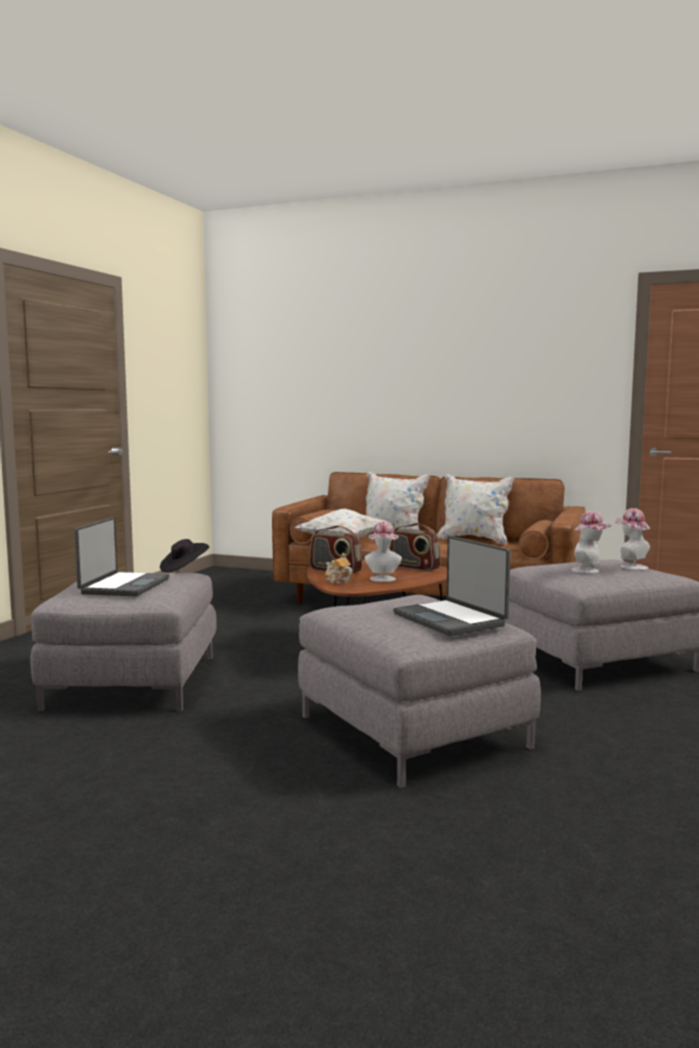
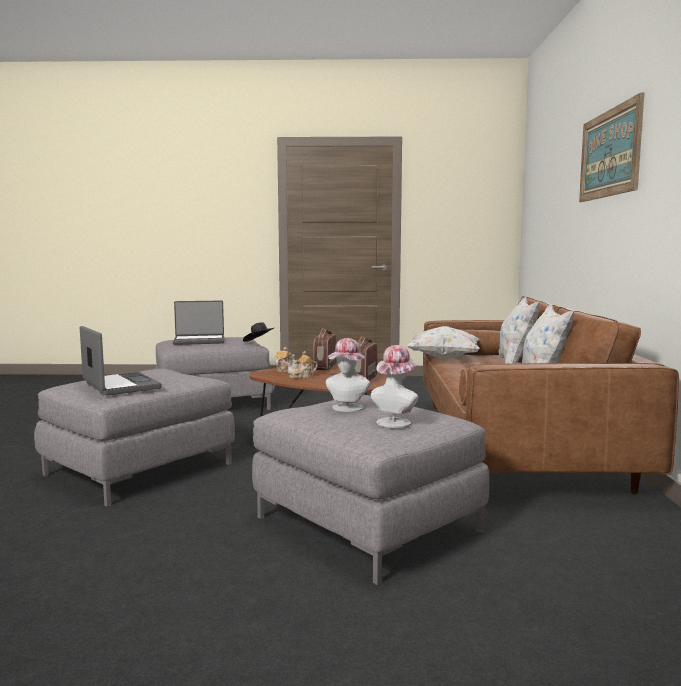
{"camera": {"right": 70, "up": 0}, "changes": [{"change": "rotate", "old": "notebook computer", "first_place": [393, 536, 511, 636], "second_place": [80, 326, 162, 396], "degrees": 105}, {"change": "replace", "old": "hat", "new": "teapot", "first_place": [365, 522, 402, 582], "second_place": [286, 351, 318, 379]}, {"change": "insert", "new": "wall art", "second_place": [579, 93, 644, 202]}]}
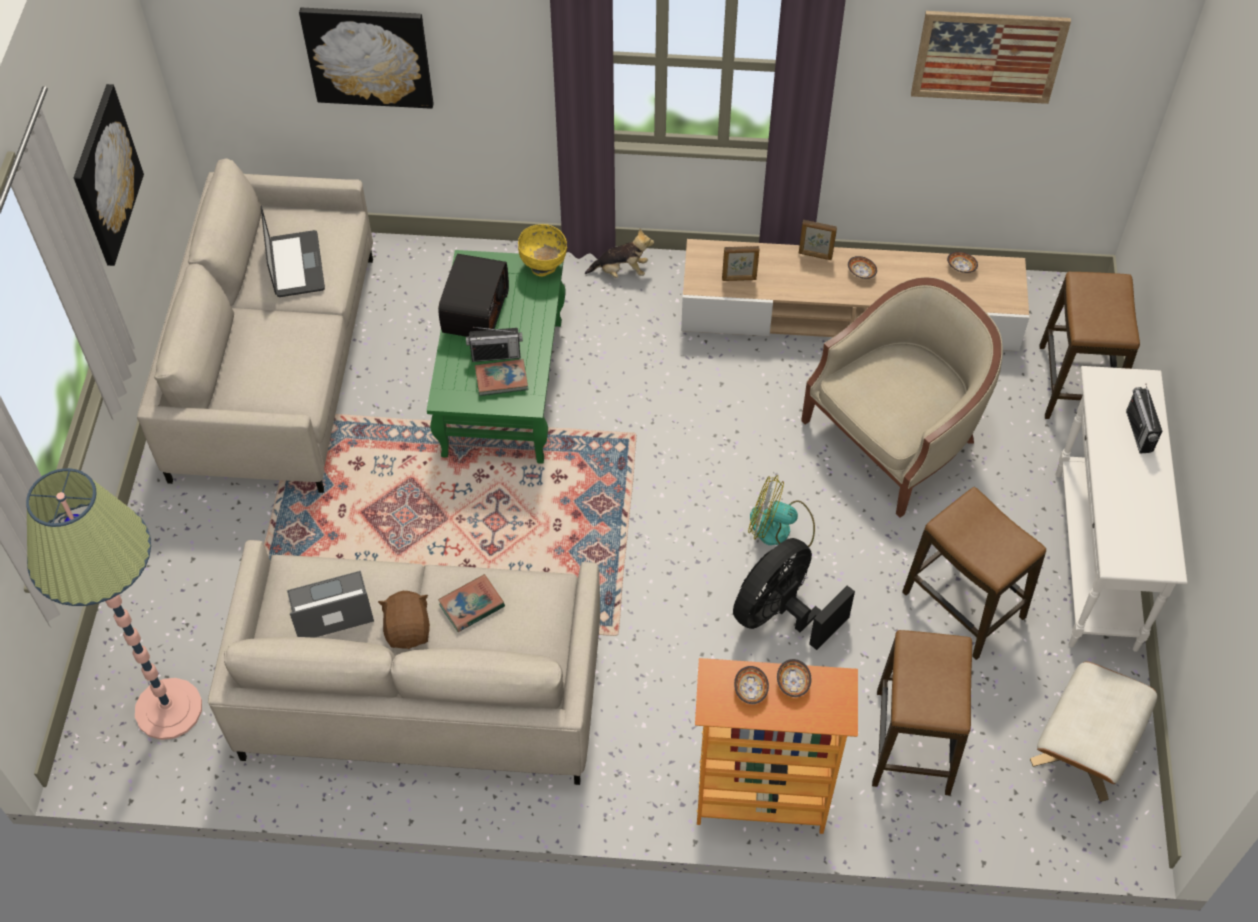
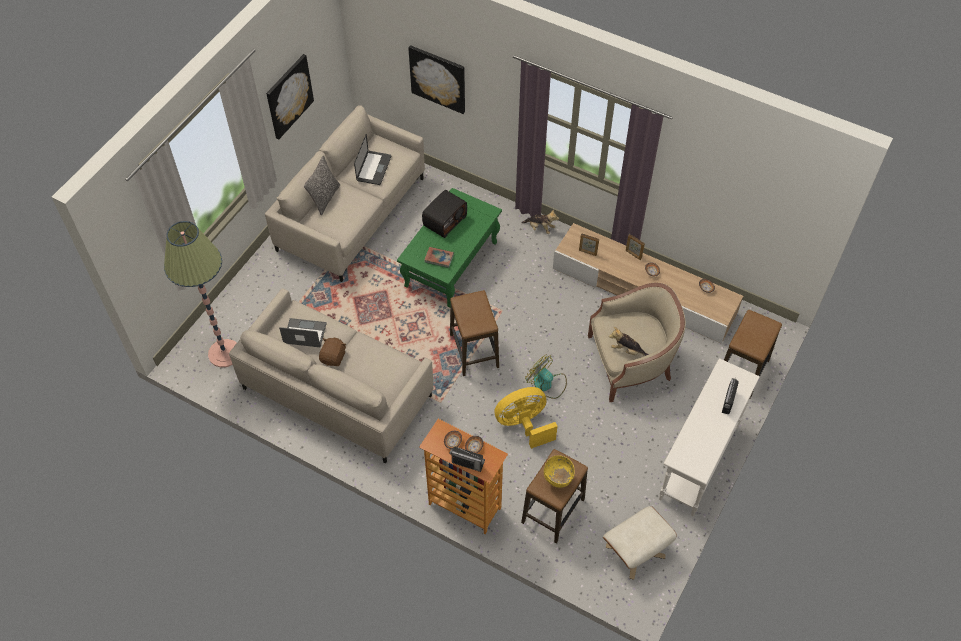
{"camera": {"right": 25, "up": 0}, "changes": [{"change": "insert", "new": "cushion", "second_place": [304, 156, 340, 215]}, {"change": "move", "old": "radio set", "first_place": [466, 327, 523, 362], "second_place": [449, 446, 485, 472]}, {"change": "move", "old": "stool", "first_place": [902, 487, 1046, 660], "second_place": [450, 290, 499, 376]}, {"change": "recolor", "old": "cooling fan (blackish)", "new": "cooling fan (yellow)", "first_place": [733, 538, 855, 650], "second_place": [494, 387, 557, 449]}, {"change": "move", "old": "serving bowl (yellow)", "first_place": [518, 224, 567, 277], "second_place": [544, 455, 575, 488]}, {"change": "insert", "new": "plush toy", "second_place": [609, 327, 649, 356]}, {"change": "delete", "old": "bound book", "first_place": [438, 574, 505, 632]}, {"change": "delete", "old": "wall art", "first_place": [911, 11, 1071, 104]}]}
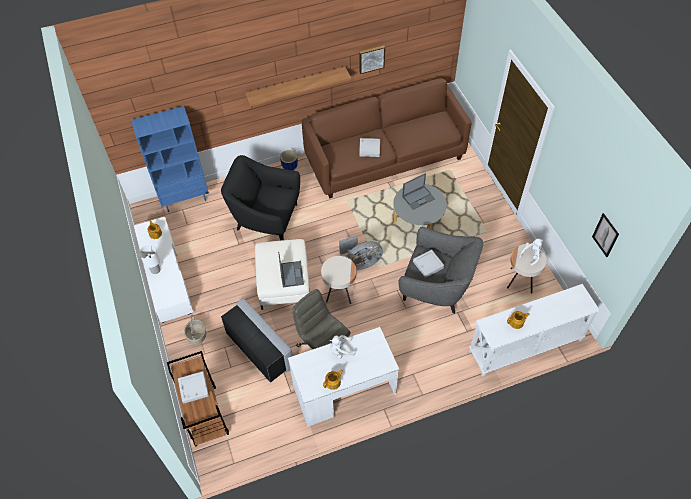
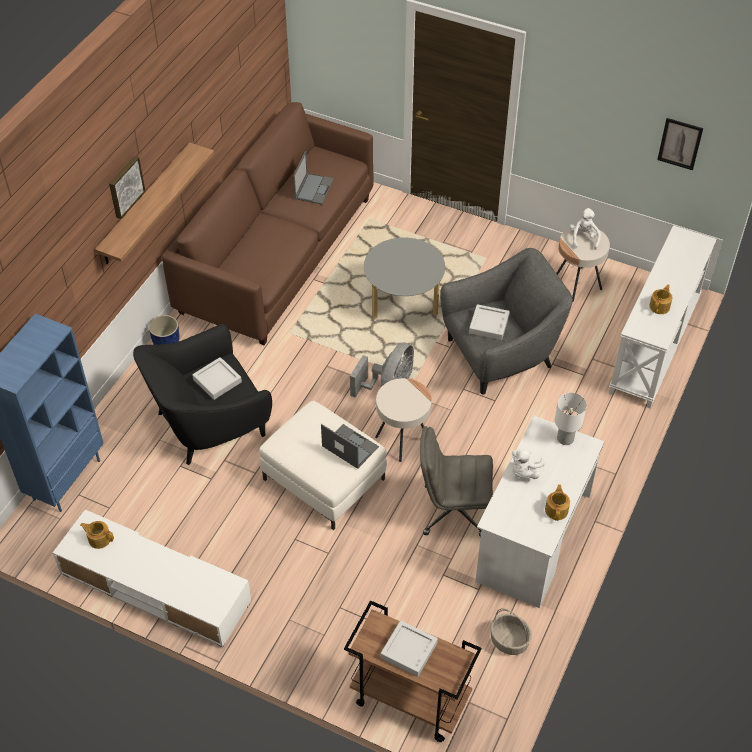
{"camera": {"right": -45, "up": -5}, "changes": [{"change": "move", "old": "wall art", "first_place": [359, 45, 385, 74], "second_place": [109, 156, 145, 219]}, {"change": "move", "old": "carrying tray (grey)", "first_place": [359, 138, 380, 157], "second_place": [192, 357, 242, 400]}, {"change": "move", "old": "notebook computer", "first_place": [402, 173, 435, 210], "second_place": [293, 151, 334, 204]}, {"change": "move", "old": "storage basket", "first_place": [184, 315, 206, 345], "second_place": [490, 608, 532, 655]}, {"change": "move", "old": "lamp for a table (whitish)", "first_place": [139, 245, 161, 274], "second_place": [555, 393, 587, 445]}, {"change": "delete", "old": "pouffe (grey)", "first_place": [221, 298, 293, 383]}]}
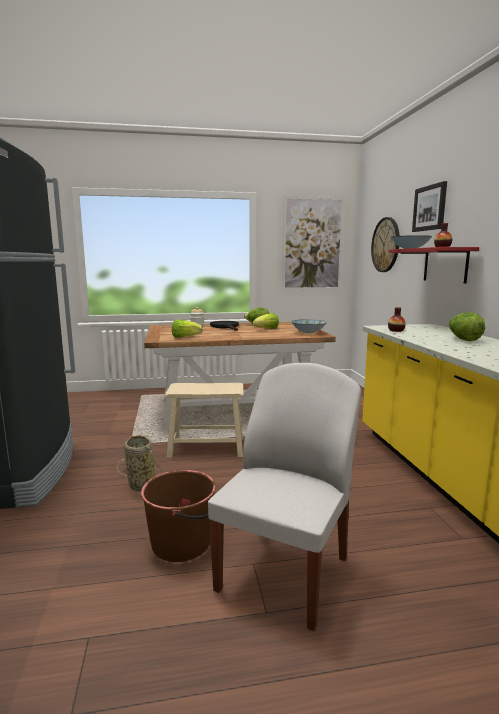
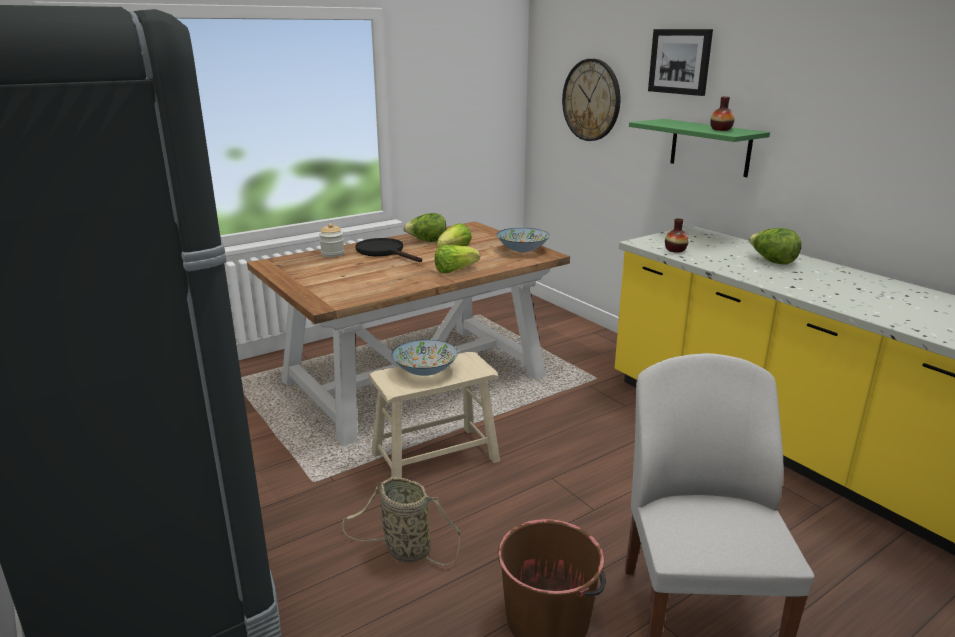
{"camera": {"right": -25, "up": 10}, "changes": [{"change": "move", "old": "serving bowl", "first_place": [391, 235, 432, 249], "second_place": [392, 339, 458, 376]}, {"change": "move", "old": "lettuce head", "first_place": [172, 319, 203, 338], "second_place": [435, 245, 480, 273]}, {"change": "recolor", "old": "bracket shelf (red-coloured)", "new": "bracket shelf (green)", "first_place": [388, 247, 479, 284], "second_place": [629, 119, 770, 177]}, {"change": "delete", "old": "wall art", "first_place": [282, 196, 345, 290]}]}
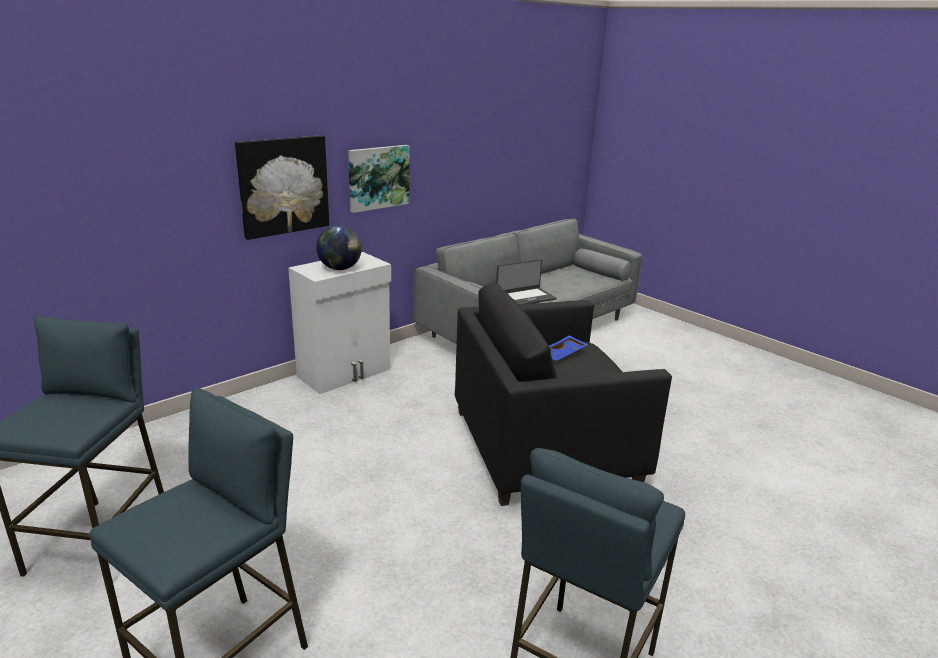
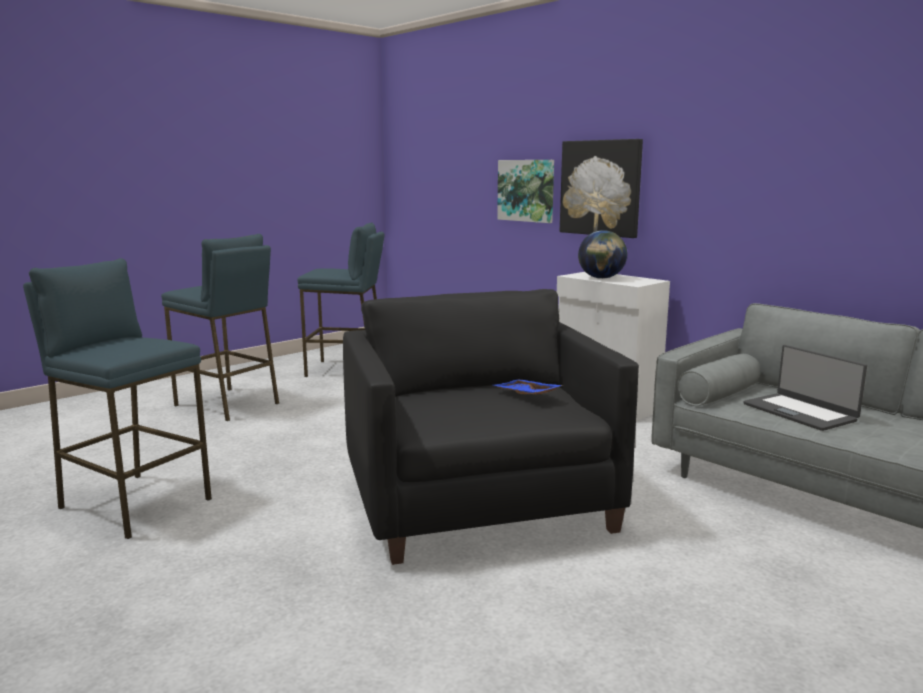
{"camera": {"right": 90, "up": -10}, "changes": [{"change": "move", "old": "wall art", "first_place": [348, 145, 409, 213], "second_place": [497, 160, 554, 223]}]}
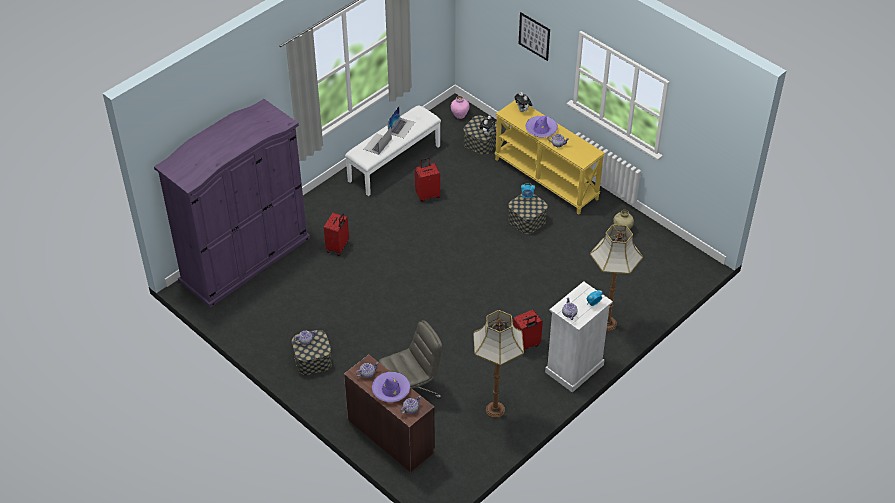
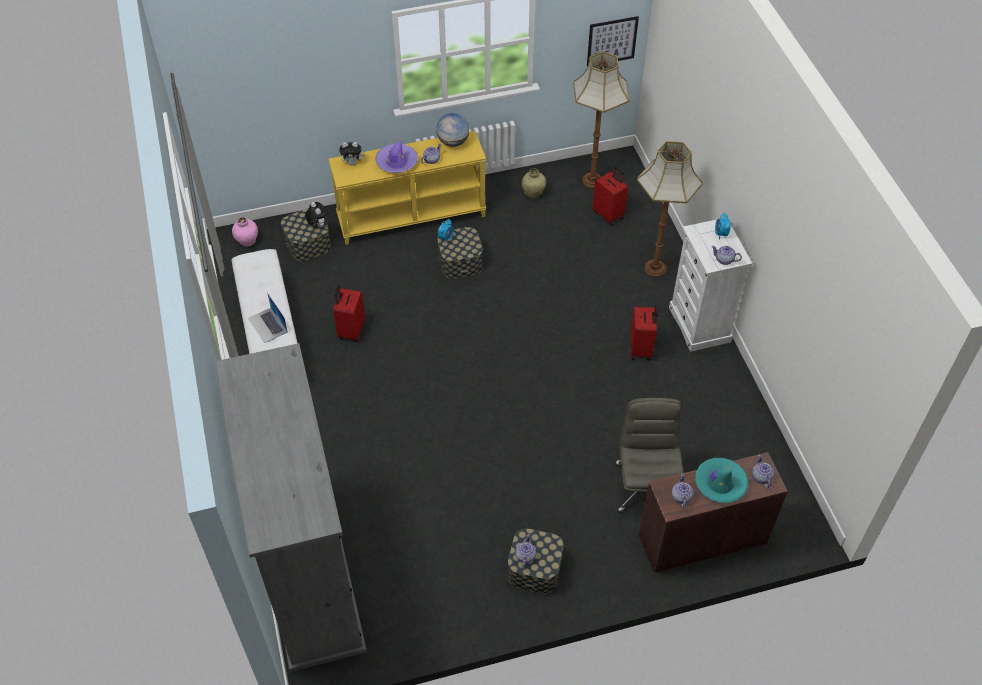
{"camera": {"right": -60, "up": 5}, "changes": [{"change": "recolor", "old": "wardrobe (purple-coloured)", "new": "wardrobe (grey)", "first_place": [154, 99, 310, 308], "second_place": [216, 343, 367, 672]}, {"change": "insert", "new": "globe", "second_place": [436, 113, 469, 147]}, {"change": "move", "old": "floor lamp", "first_place": [473, 310, 524, 418], "second_place": [573, 52, 630, 188]}, {"change": "move", "old": "wall art", "first_place": [519, 12, 550, 61], "second_place": [587, 16, 639, 67]}, {"change": "move", "old": "piece of luggage (red-coloured)", "first_place": [324, 213, 349, 256], "second_place": [593, 167, 628, 226]}, {"change": "recolor", "old": "hat (purple-coloured)", "new": "hat (turquoise)", "first_place": [372, 372, 410, 402], "second_place": [695, 458, 748, 503]}, {"change": "delete", "old": "notebook computer", "first_place": [388, 106, 415, 138]}]}
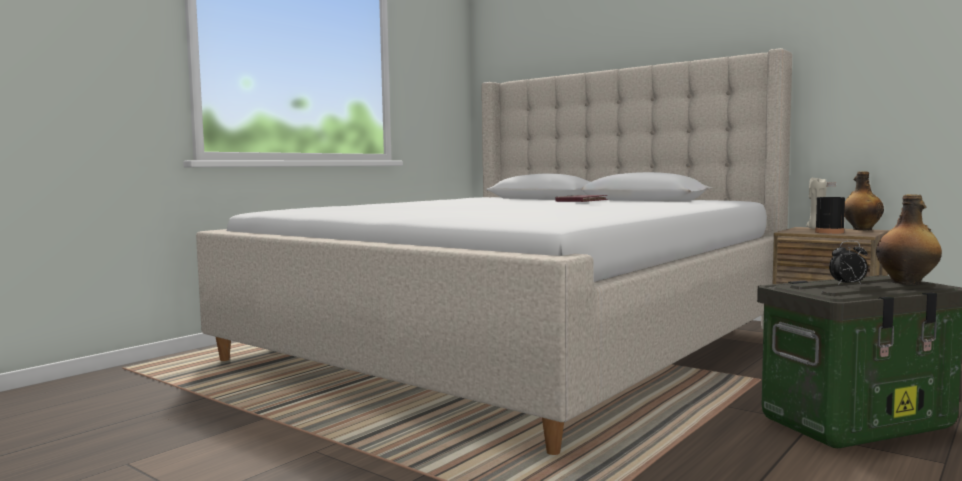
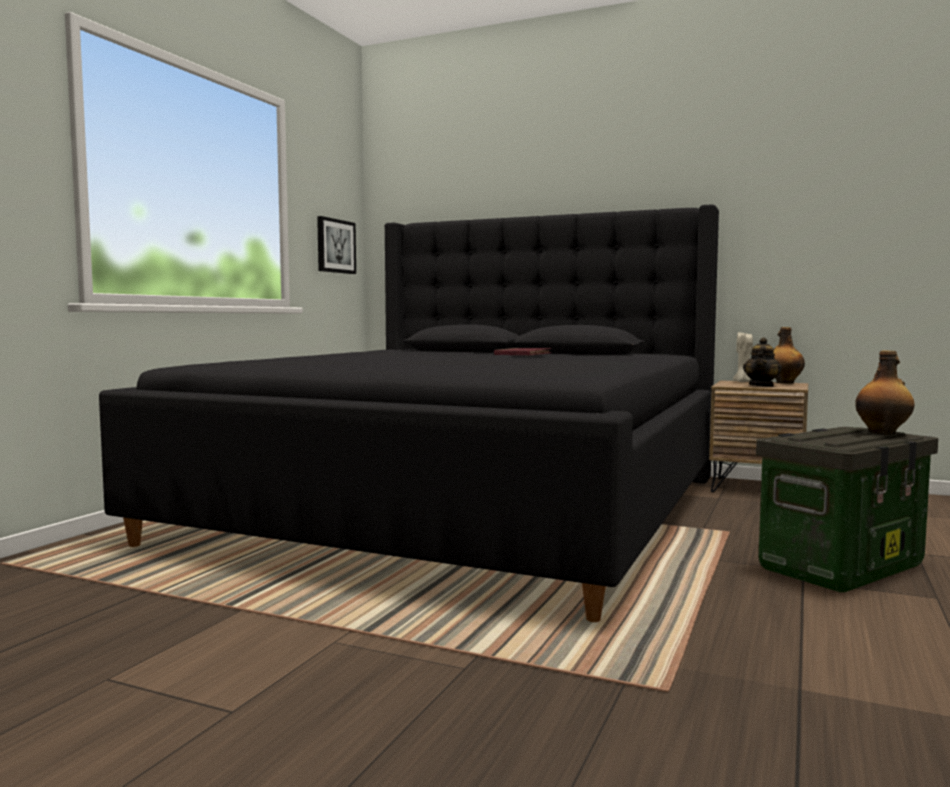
{"camera": {"right": -15, "up": 0}, "changes": [{"change": "recolor", "old": "bed (sand-coloured)", "new": "bed (blackish)", "first_place": [196, 48, 792, 455], "second_place": [99, 204, 719, 622]}, {"change": "insert", "new": "wall art", "second_place": [317, 216, 356, 274]}, {"change": "replace", "old": "beverage bottle (blackish)", "new": "teapot", "first_place": [815, 182, 845, 234], "second_place": [743, 337, 782, 387]}, {"change": "delete", "old": "alarm clock", "first_place": [829, 241, 868, 285]}]}
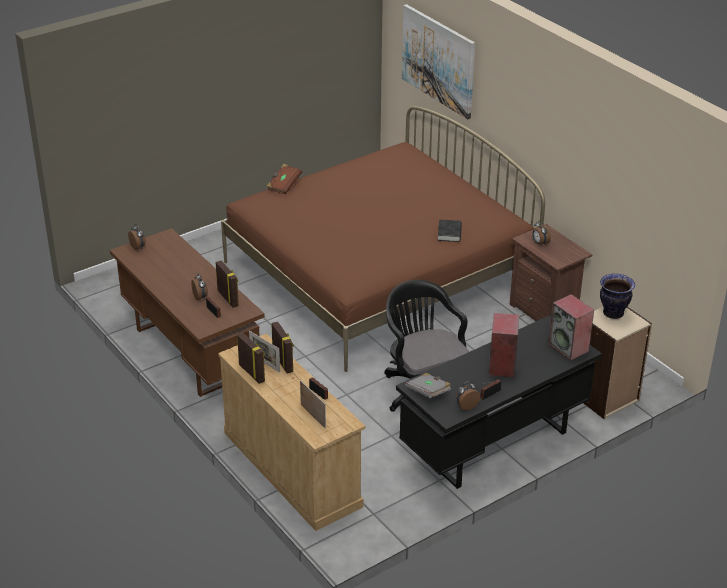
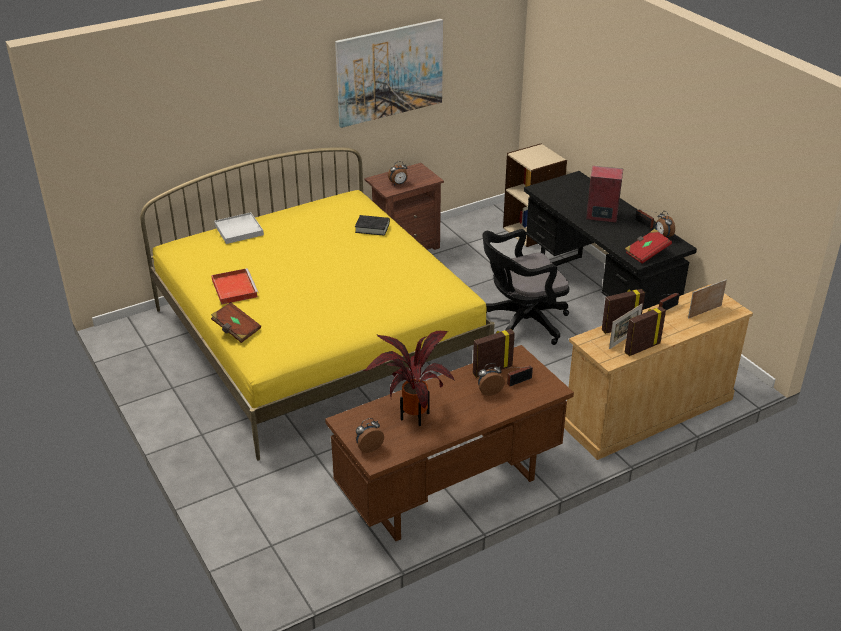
{"camera": {"right": -85, "up": 0}, "changes": [{"change": "recolor", "old": "bed (brown-coloured)", "new": "bed (yellow)", "first_place": [221, 106, 545, 372], "second_place": [140, 147, 495, 460]}, {"change": "insert", "new": "carrying tray (red-coloured)", "second_place": [211, 268, 259, 305]}, {"change": "insert", "new": "carrying tray (whitish)", "second_place": [214, 212, 264, 244]}, {"change": "move", "old": "wall art", "first_place": [402, 4, 475, 120], "second_place": [335, 19, 443, 128]}, {"change": "insert", "new": "plant in a pot", "second_place": [363, 331, 455, 426]}, {"change": "recolor", "old": "bound book (grey)", "new": "bound book (red-coloured)", "first_place": [405, 373, 451, 398], "second_place": [625, 229, 672, 264]}, {"change": "delete", "old": "audio speaker", "first_place": [548, 294, 594, 361]}, {"change": "delete", "old": "flower vase", "first_place": [600, 274, 635, 319]}]}
